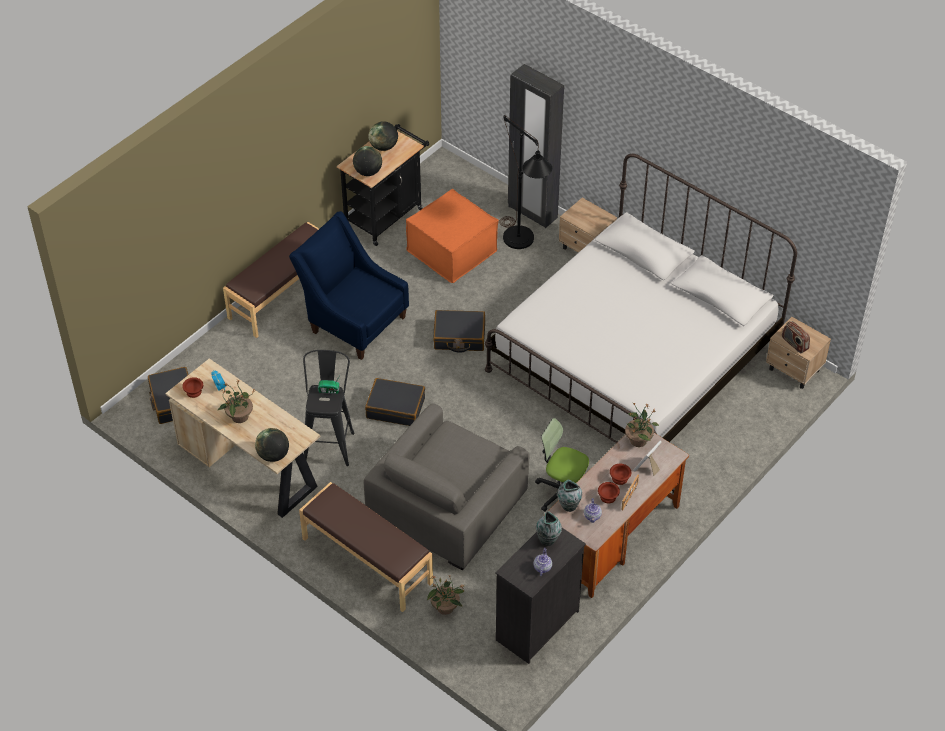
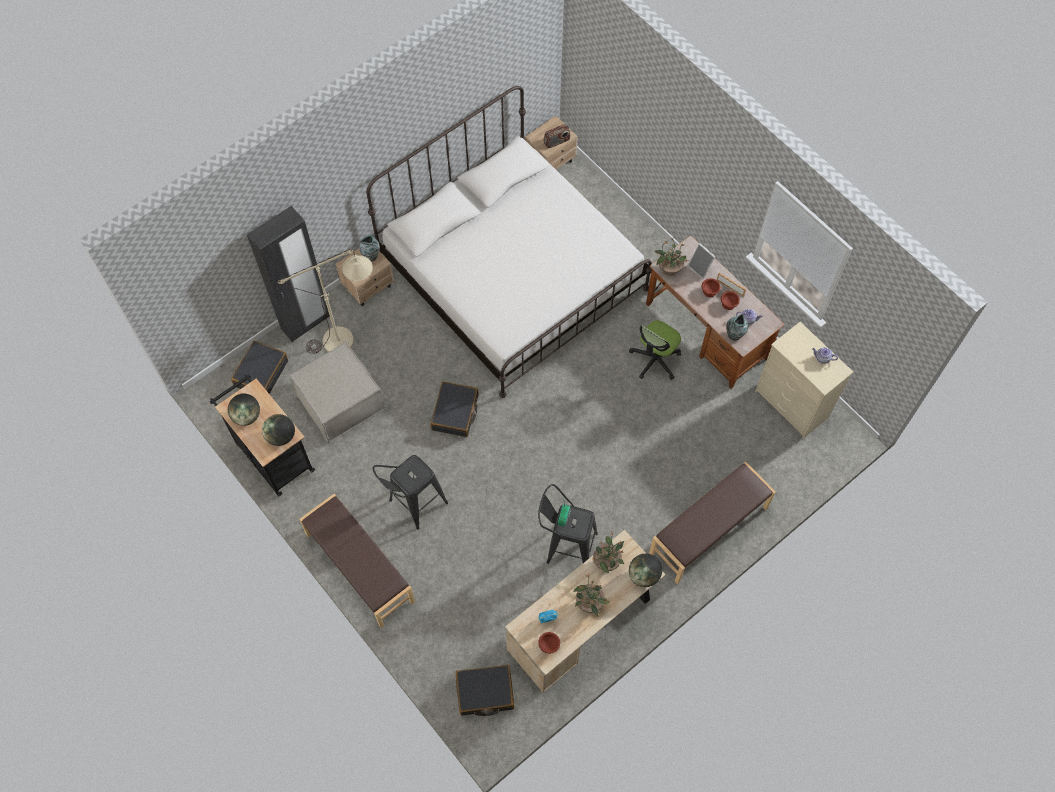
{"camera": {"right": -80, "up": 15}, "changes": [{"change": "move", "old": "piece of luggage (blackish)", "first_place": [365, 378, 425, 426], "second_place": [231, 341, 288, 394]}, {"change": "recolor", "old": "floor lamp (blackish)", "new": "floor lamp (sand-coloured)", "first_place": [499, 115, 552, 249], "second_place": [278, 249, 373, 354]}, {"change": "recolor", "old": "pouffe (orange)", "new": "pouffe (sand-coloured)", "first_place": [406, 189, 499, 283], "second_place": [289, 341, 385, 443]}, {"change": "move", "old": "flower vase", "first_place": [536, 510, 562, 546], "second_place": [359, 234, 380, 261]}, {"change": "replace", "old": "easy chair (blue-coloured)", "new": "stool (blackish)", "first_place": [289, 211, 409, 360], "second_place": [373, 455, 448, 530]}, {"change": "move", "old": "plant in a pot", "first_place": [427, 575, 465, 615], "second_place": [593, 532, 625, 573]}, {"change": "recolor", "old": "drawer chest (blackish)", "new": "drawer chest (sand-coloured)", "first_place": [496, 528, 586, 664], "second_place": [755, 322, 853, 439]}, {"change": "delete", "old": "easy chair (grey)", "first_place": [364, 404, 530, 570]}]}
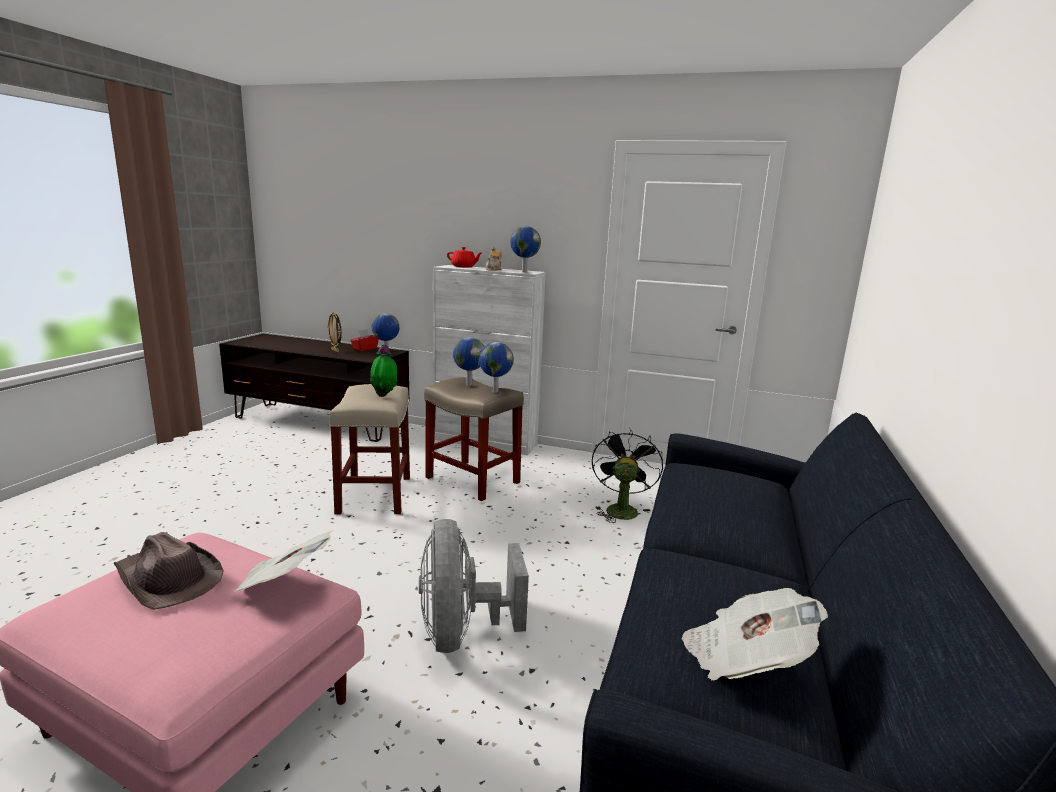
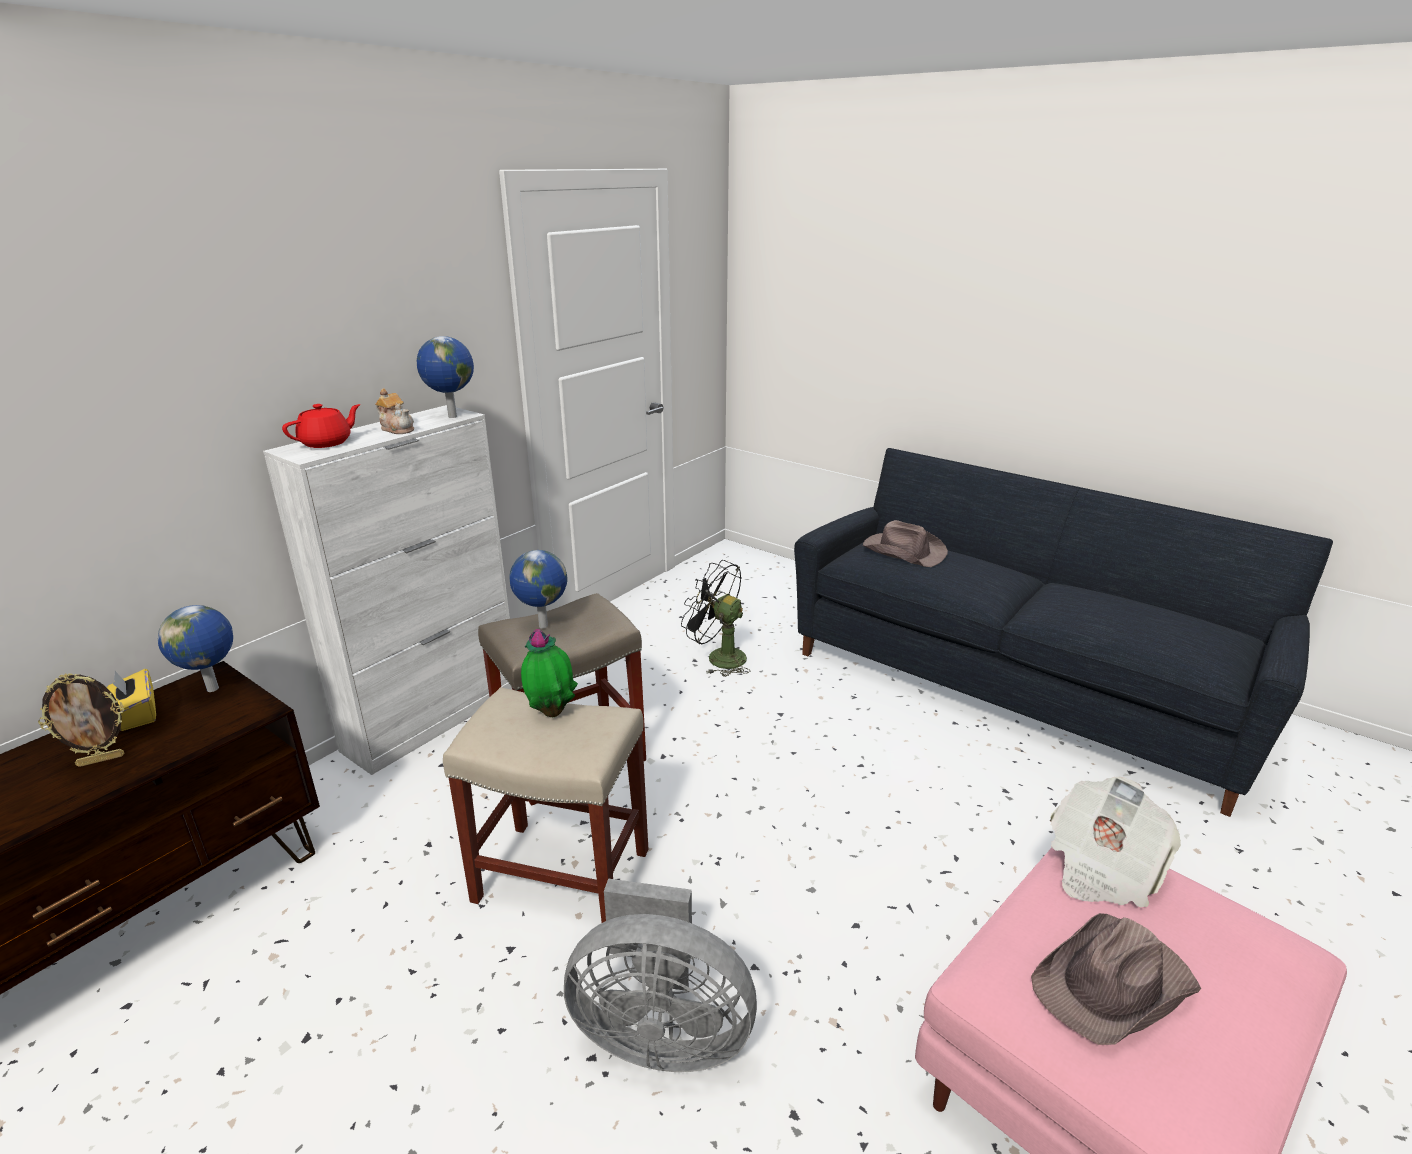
{"camera": {"right": -70, "up": 10}, "changes": [{"change": "recolor", "old": "tissue box (red-coloured)", "new": "tissue box (yellow)", "first_place": [350, 329, 379, 351], "second_place": [107, 669, 156, 731]}, {"change": "move", "old": "cooling fan (grey)", "first_place": [419, 519, 529, 653], "second_place": [564, 879, 757, 1072]}, {"change": "insert", "new": "hat (brown-coloured)", "second_place": [863, 520, 948, 567]}, {"change": "delete", "old": "globe", "first_place": [479, 342, 514, 393]}, {"change": "delete", "old": "printed paper", "first_place": [681, 588, 828, 680]}]}
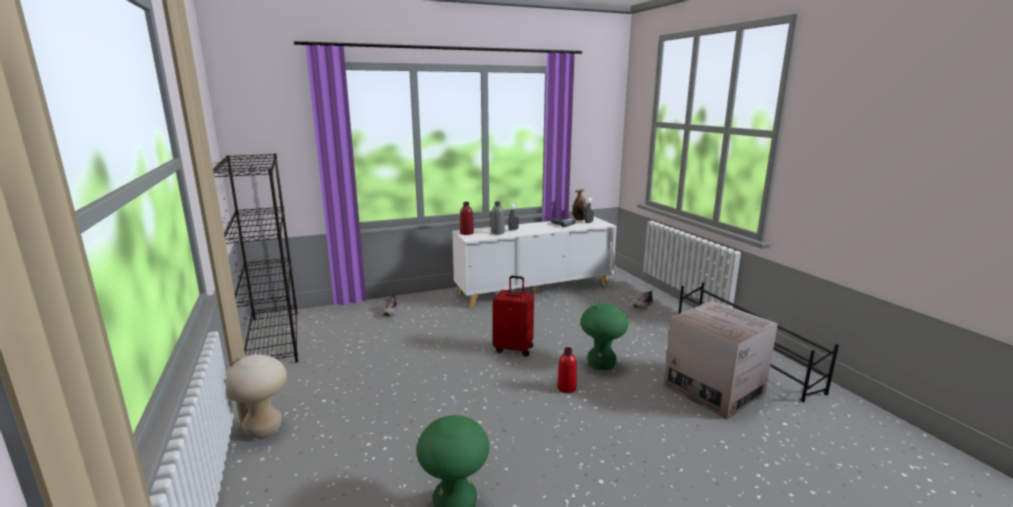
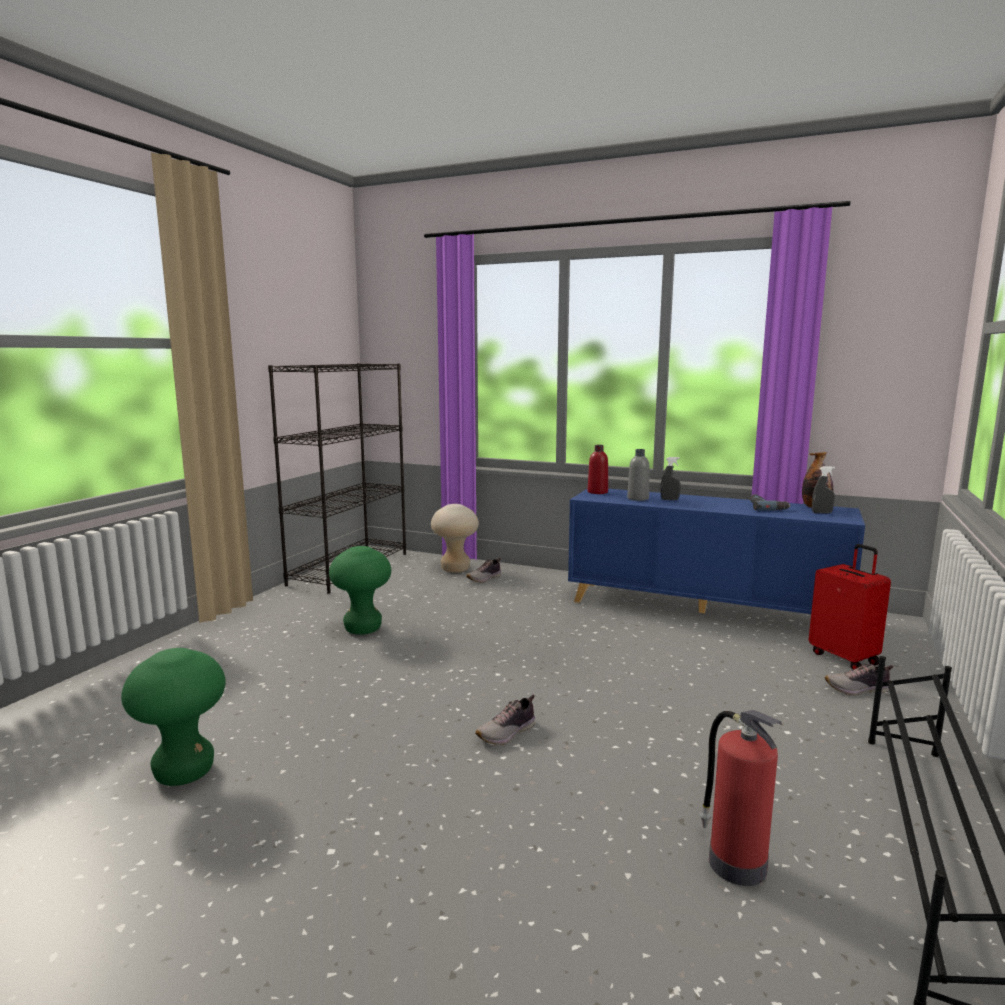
{"camera": {"right": 45, "up": -5}, "changes": [{"change": "move", "old": "stool (green)", "first_place": [581, 303, 628, 370], "second_place": [329, 546, 391, 635]}, {"change": "move", "old": "stool (sand-coloured)", "first_place": [225, 354, 287, 438], "second_place": [431, 504, 479, 573]}, {"change": "replace", "old": "beverage bottle (red-coloured)", "new": "low shoe", "first_place": [557, 347, 577, 393], "second_place": [475, 695, 535, 745]}, {"change": "recolor", "old": "cupboard (whitish)", "new": "cupboard (blue-coloured)", "first_place": [452, 217, 617, 308], "second_place": [568, 488, 865, 614]}, {"change": "replace", "old": "cardboard box", "new": "extinguisher", "first_place": [664, 301, 778, 420], "second_place": [700, 710, 783, 886]}, {"change": "move", "old": "piece of luggage (red-coloured)", "first_place": [493, 276, 534, 357], "second_place": [809, 544, 891, 670]}]}
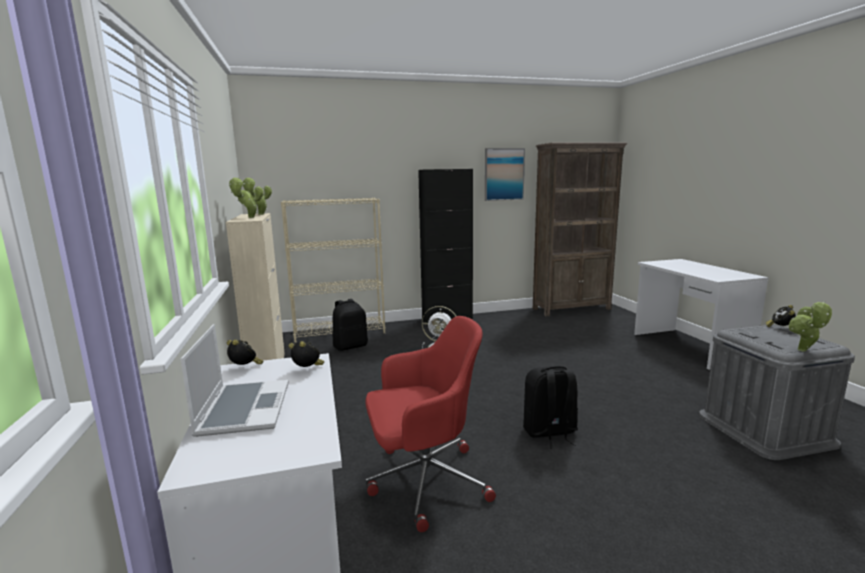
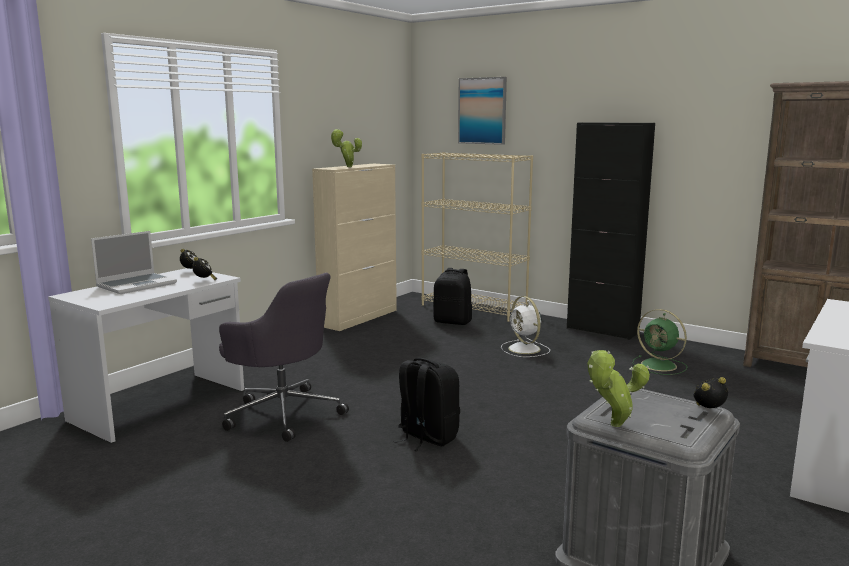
{"camera": {"right": 50, "up": 0}, "changes": [{"change": "recolor", "old": "computer chair (red-coloured)", "new": "computer chair (grey)", "first_place": [365, 316, 496, 532], "second_place": [219, 273, 349, 442]}, {"change": "move", "old": "wall art", "first_place": [485, 148, 525, 201], "second_place": [458, 77, 507, 145]}, {"change": "insert", "new": "cooling fan (green)", "second_place": [632, 309, 688, 375]}, {"change": "delete", "old": "plant in a pot", "first_place": [243, 177, 272, 215]}]}
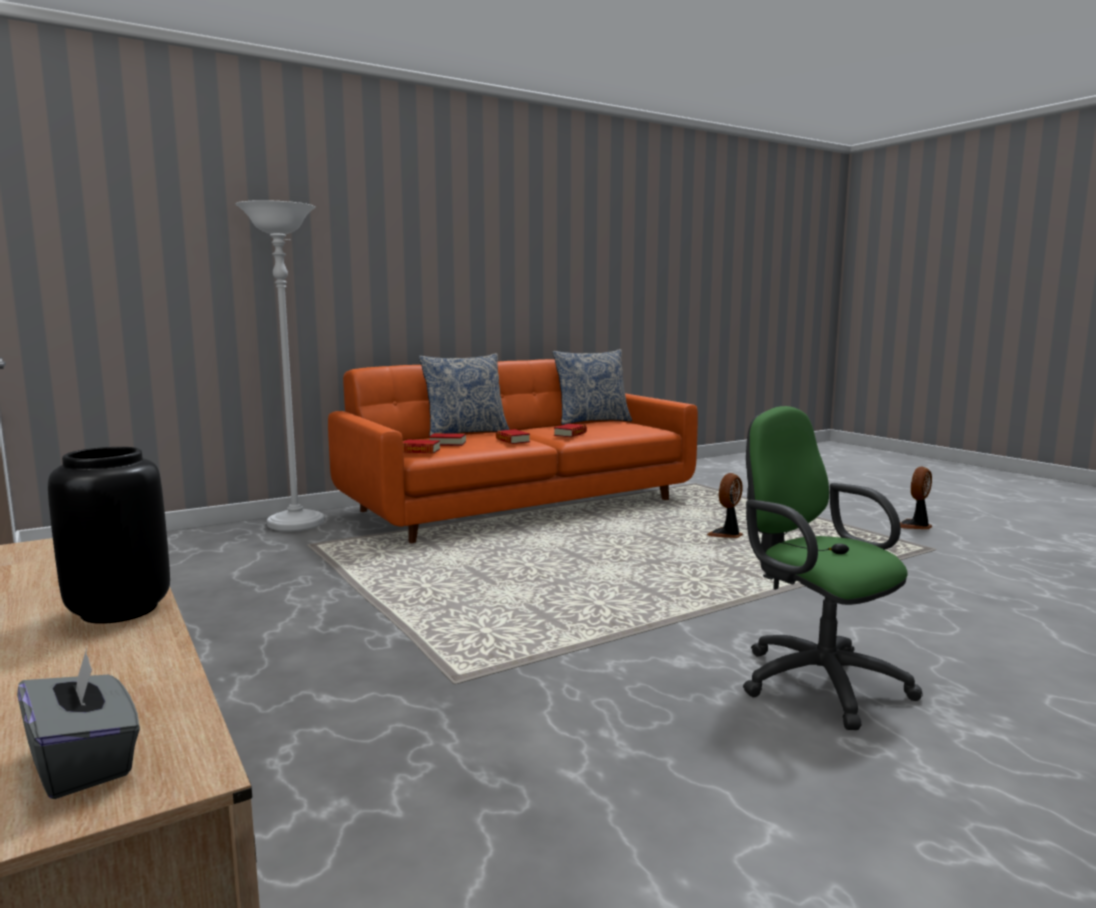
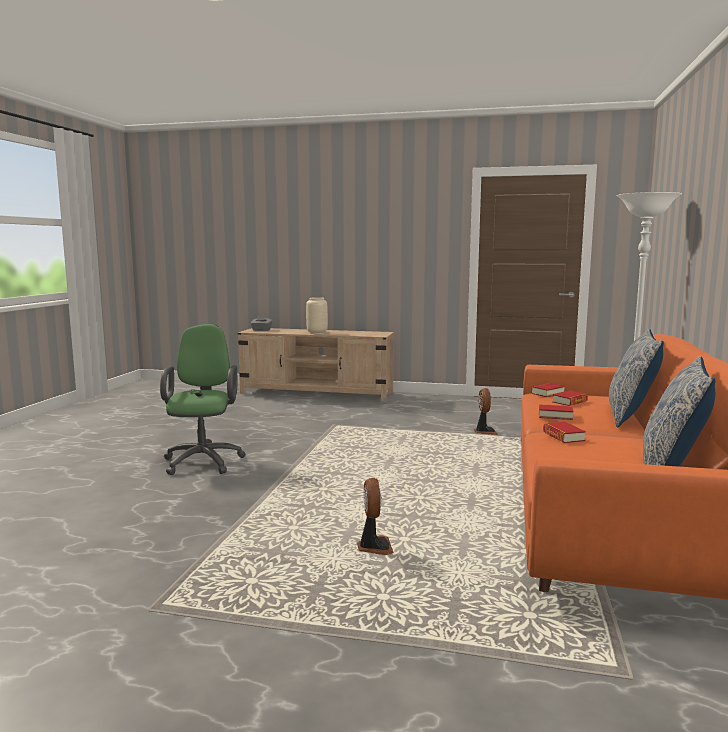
{"camera": {"right": 135, "up": 0}, "changes": [{"change": "rotate", "old": "computer chair (green)", "first_place": [743, 406, 923, 730], "second_place": [160, 324, 246, 475], "degrees": -105}, {"change": "recolor", "old": "flower vase (blackish)", "new": "flower vase (sand-coloured)", "first_place": [48, 447, 170, 624], "second_place": [306, 297, 328, 334]}, {"change": "move", "old": "cooling fan", "first_place": [900, 467, 932, 529], "second_place": [474, 388, 498, 435]}]}
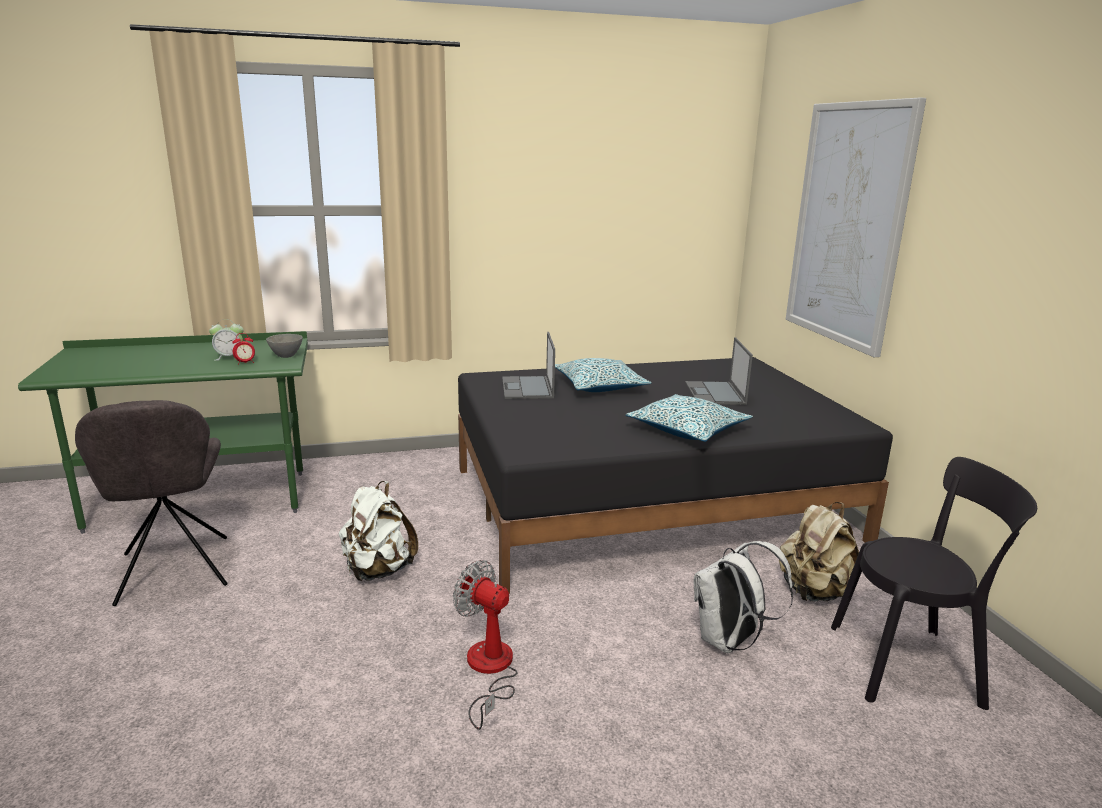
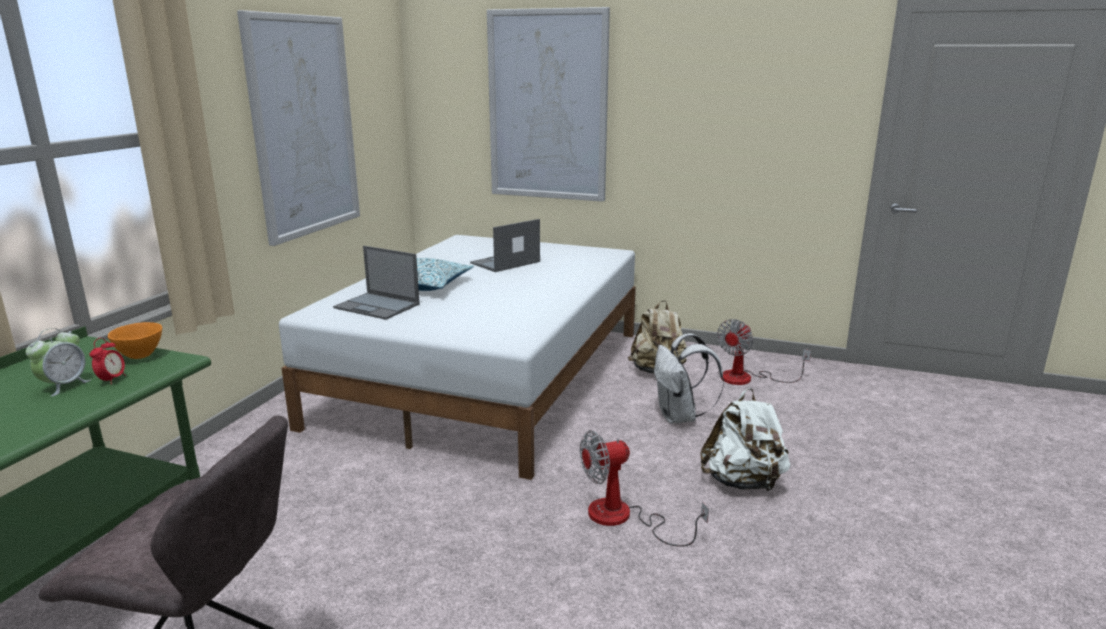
{"camera": {"right": -55, "up": 0}, "changes": [{"change": "recolor", "old": "serving bowl (grey)", "new": "serving bowl (orange)", "first_place": [266, 334, 303, 358], "second_place": [108, 322, 162, 359]}, {"change": "insert", "new": "wall art", "second_place": [237, 10, 360, 246]}, {"change": "recolor", "old": "bed (blackish)", "new": "bed (whitish)", "first_place": [458, 357, 893, 594], "second_place": [279, 235, 636, 480]}, {"change": "rotate", "old": "notebook computer", "first_place": [685, 337, 753, 405], "second_place": [470, 219, 540, 272], "degrees": 105}, {"change": "move", "old": "backpack (whitish)", "first_place": [339, 481, 418, 581], "second_place": [700, 388, 791, 491]}, {"change": "replace", "old": "chair (blackish)", "new": "cooling fan", "first_place": [831, 457, 1037, 710], "second_place": [717, 319, 811, 385]}, {"change": "delete", "old": "cushion", "first_place": [625, 394, 753, 442]}]}
